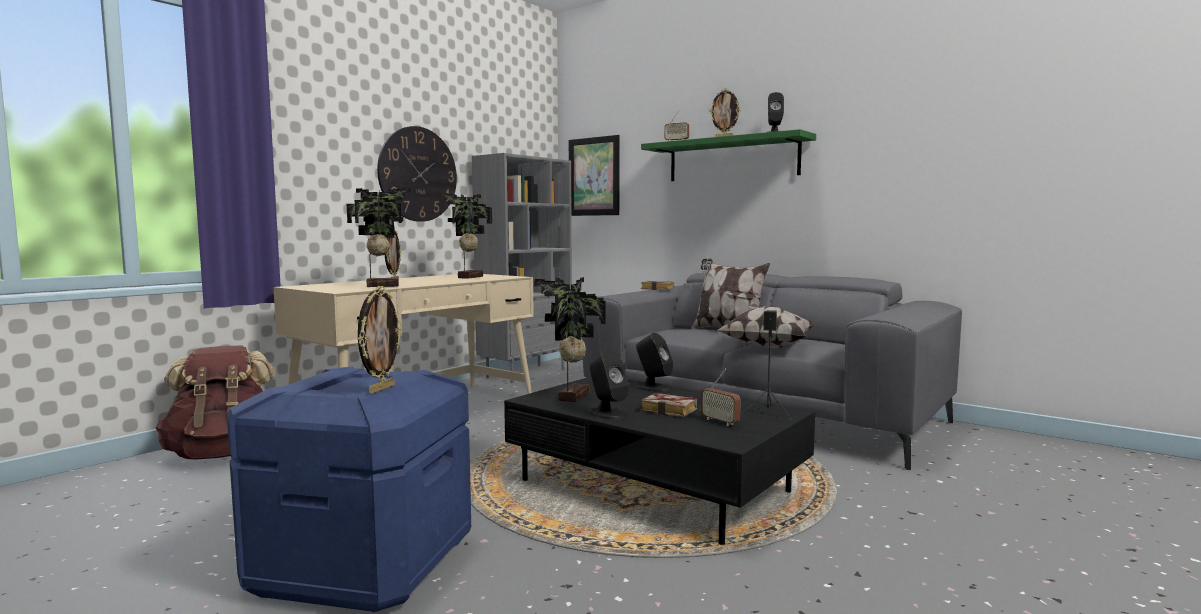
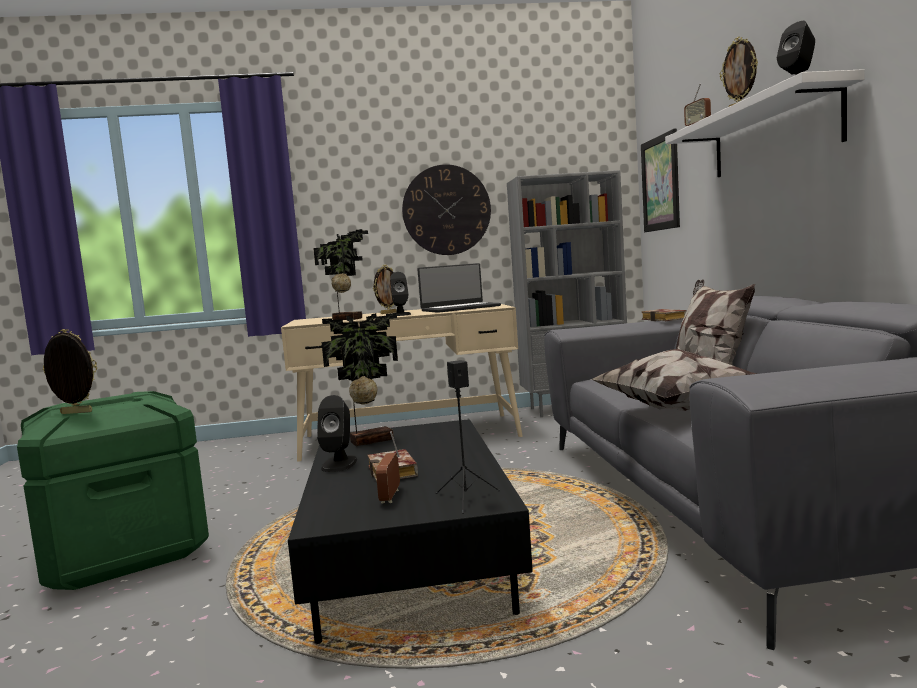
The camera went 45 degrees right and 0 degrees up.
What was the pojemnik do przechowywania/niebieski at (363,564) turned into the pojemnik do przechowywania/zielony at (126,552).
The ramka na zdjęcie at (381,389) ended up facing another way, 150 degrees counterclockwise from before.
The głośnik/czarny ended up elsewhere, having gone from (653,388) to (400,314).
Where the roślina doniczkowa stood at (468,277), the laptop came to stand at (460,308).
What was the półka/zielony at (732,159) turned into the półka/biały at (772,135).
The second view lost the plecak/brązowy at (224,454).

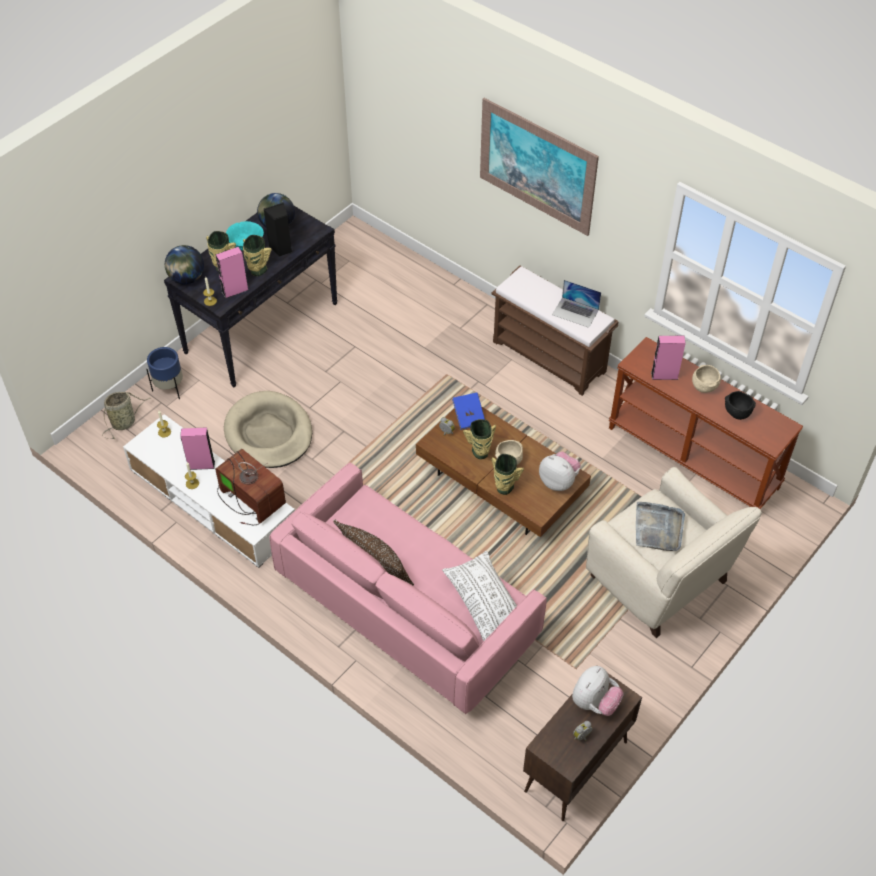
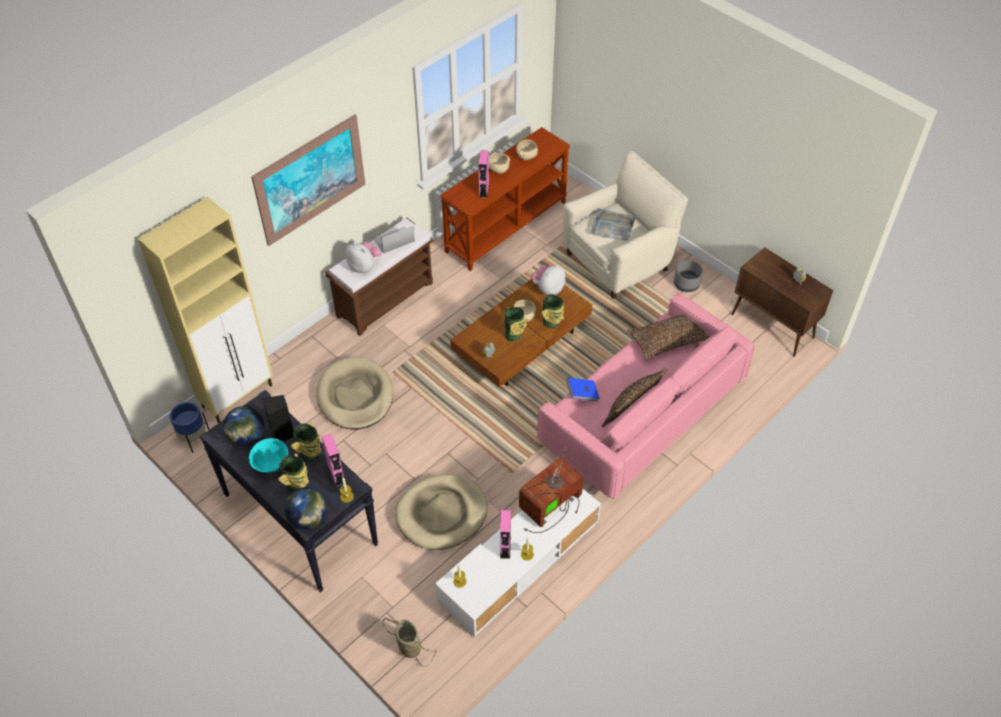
The camera went 85 degrees left and 0 degrees up.
The second view gained the szafka/beżowy at (238,395).
The donica/niebieski ended up elsewhere, having gone from (170,388) to (194,438).
The second view gained the legowisko/beżowy at (355,396).
The pluszak ended up elsewhere, having gone from (594,702) to (365,267).
The laptop at (575,312) ended up facing another way, 150 degrees counterclockwise from before.
What was the miska/czarny at (736,413) turned into the miska/beżowy at (526,157).
The książka/niebieski ended up elsewhere, having gone from (469,416) to (582,394).
What was the poduszka/biały at (484,601) turned into the poduszka/brązowy at (667,340).
The second view gained the donica/szary at (687,284).

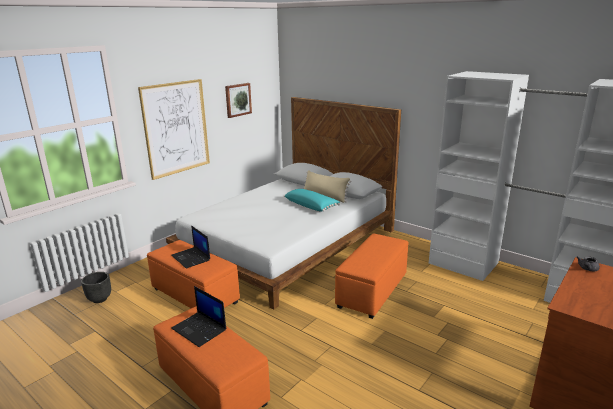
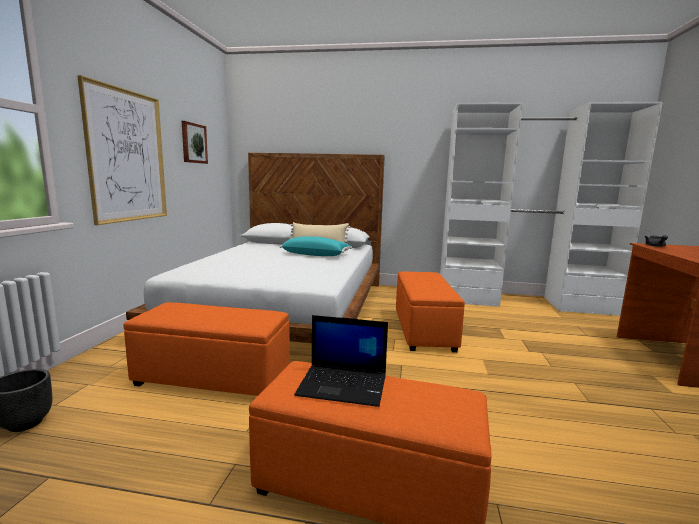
The camera went 30 degrees left and 10 degrees down.
The second view lost the laptop at (191,258).

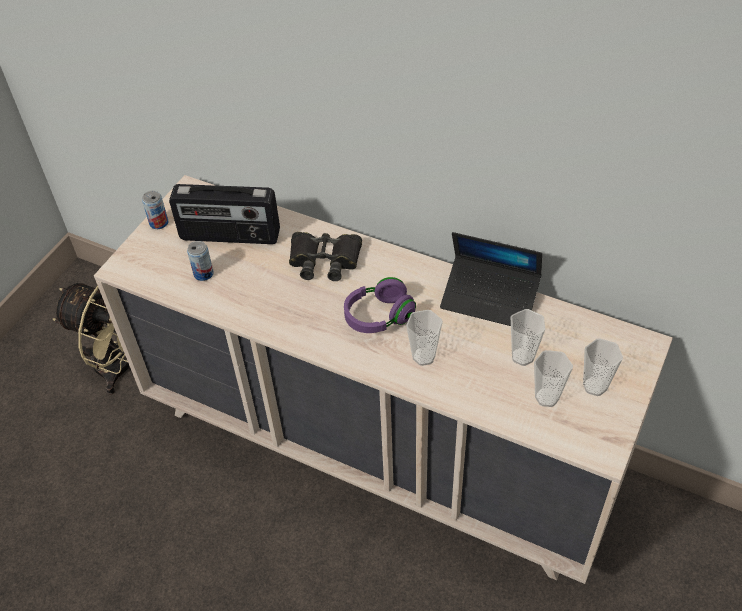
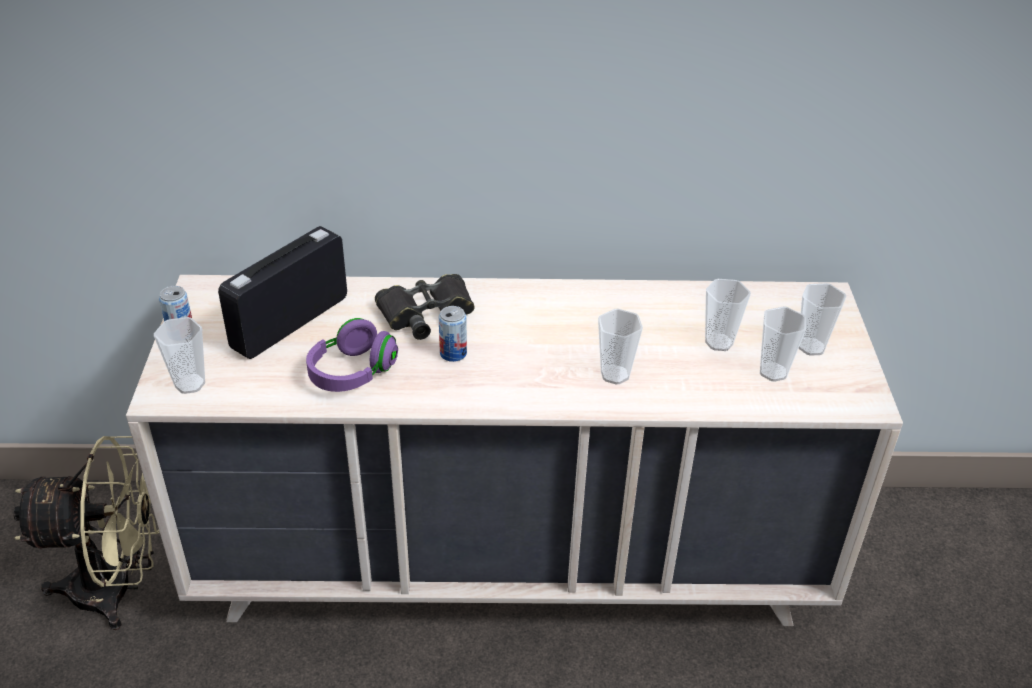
The camera went 30 degrees left and 10 degrees down.
The second view gained the filiżanka at (190,384).
The radio at (230,236) ended up facing another way, 150 degrees clockwise from before.
The słuchawki/fioletowy ended up elsewhere, having gone from (378,316) to (352,373).
The puszka ended up elsewhere, having gone from (203,273) to (453,353).
The second view lost the laptop at (490,298).

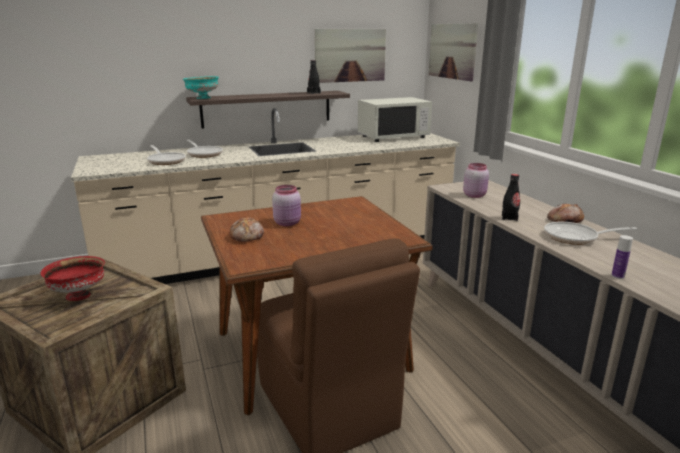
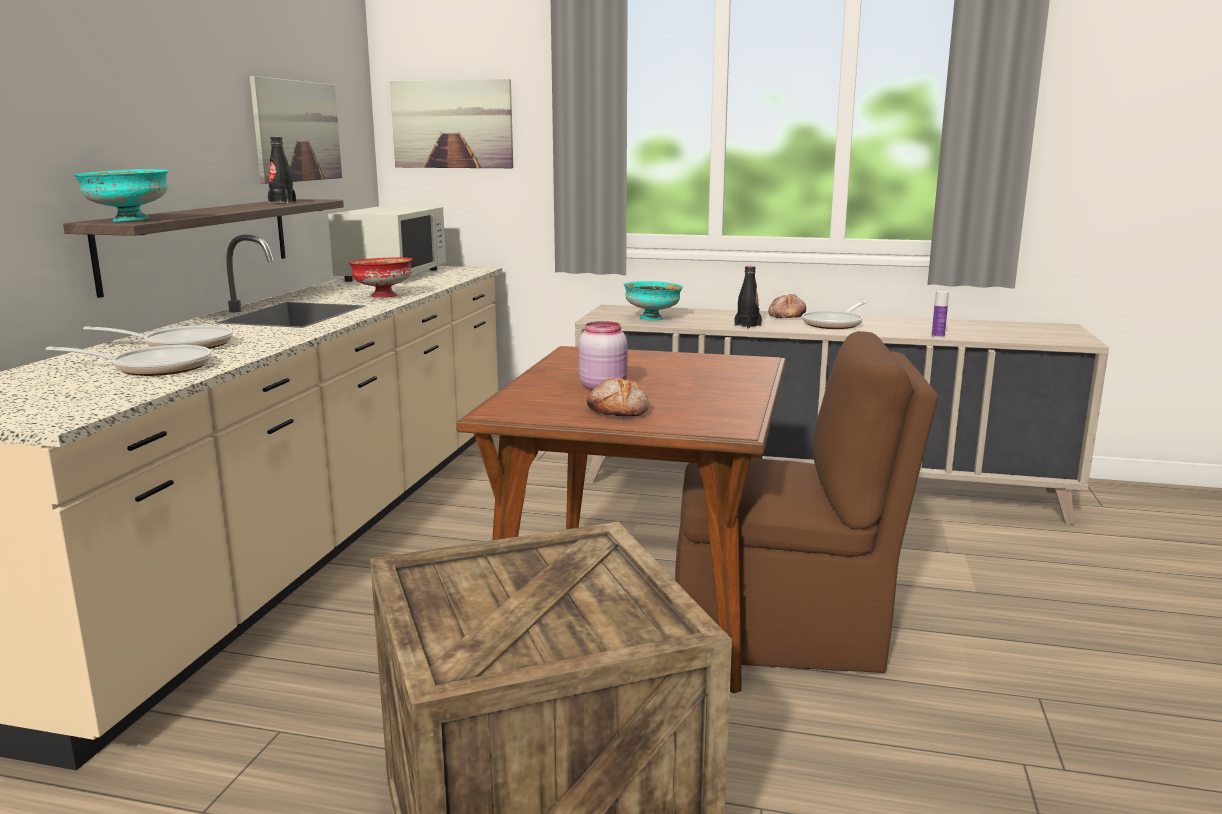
The camera went 55 degrees left and 5 degrees down.
The miska/czerwony ended up elsewhere, having gone from (78,295) to (382,296).
Where the słoik/różowy stood at (474,195), the miska/turkusowy came to stand at (652,318).

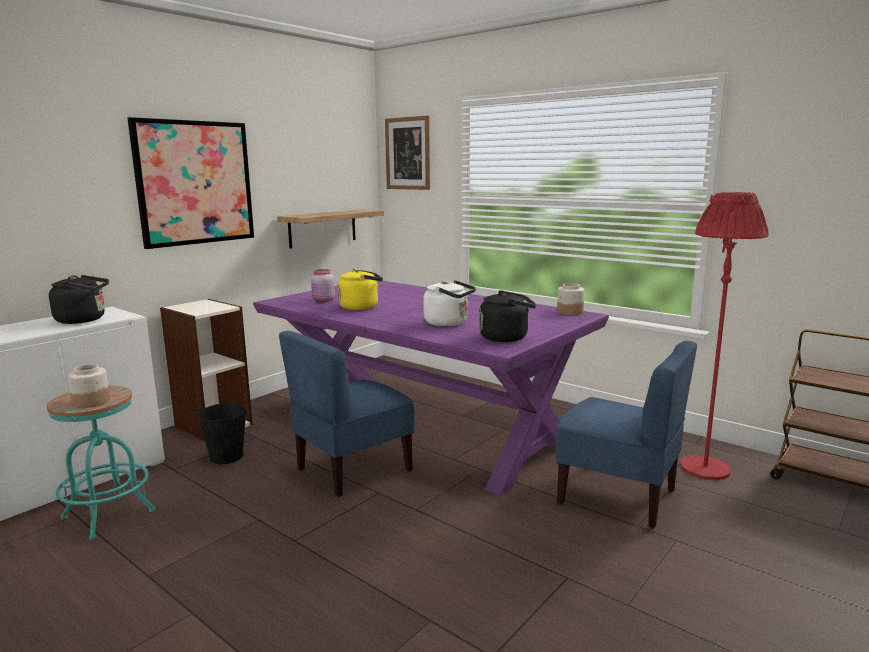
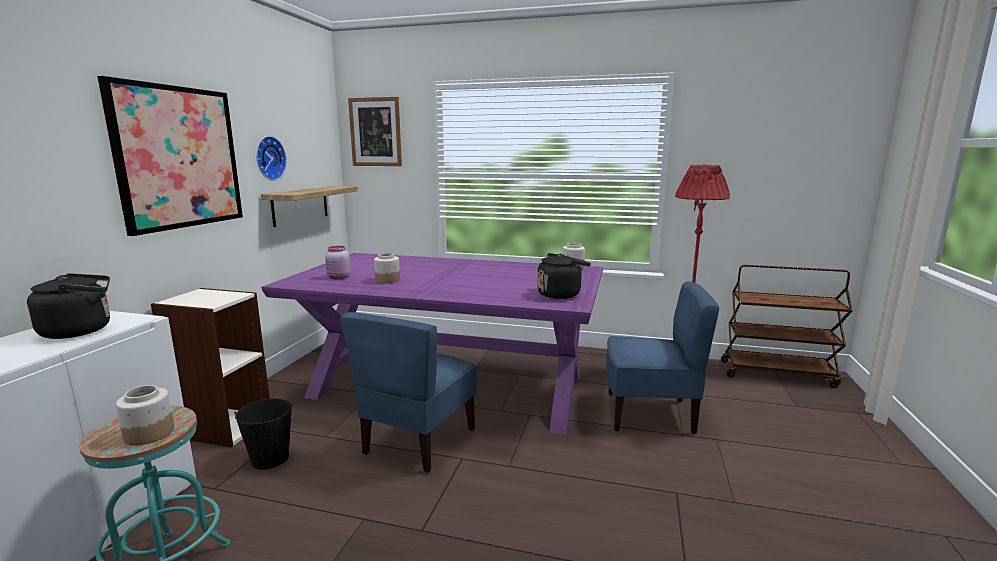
The camera went 25 degrees left and 0 degrees up.
The second view gained the zegar ścienny at (268,158).
Where the czajnik/żółty stood at (361,307), the słoik came to stand at (388,280).
The second view lost the czajnik/biały at (449,323).

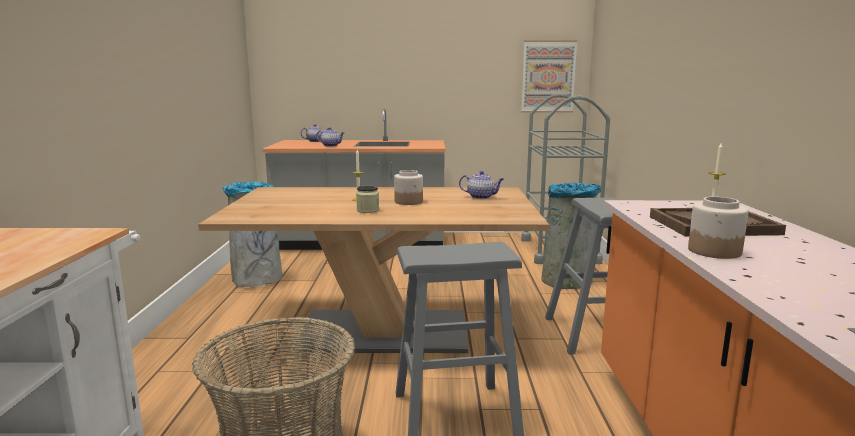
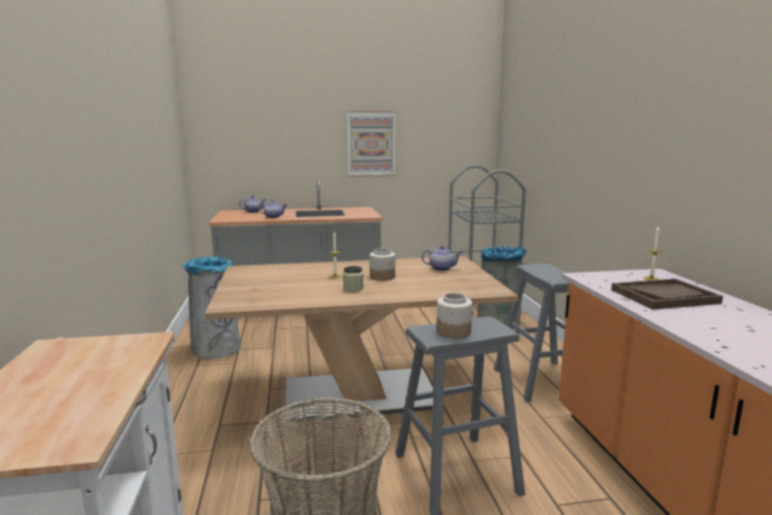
The camera went 10 degrees left and 0 degrees up.
The obraz ended up elsewhere, having gone from (548,76) to (371,144).
The słoik ended up elsewhere, having gone from (715,251) to (454,332).

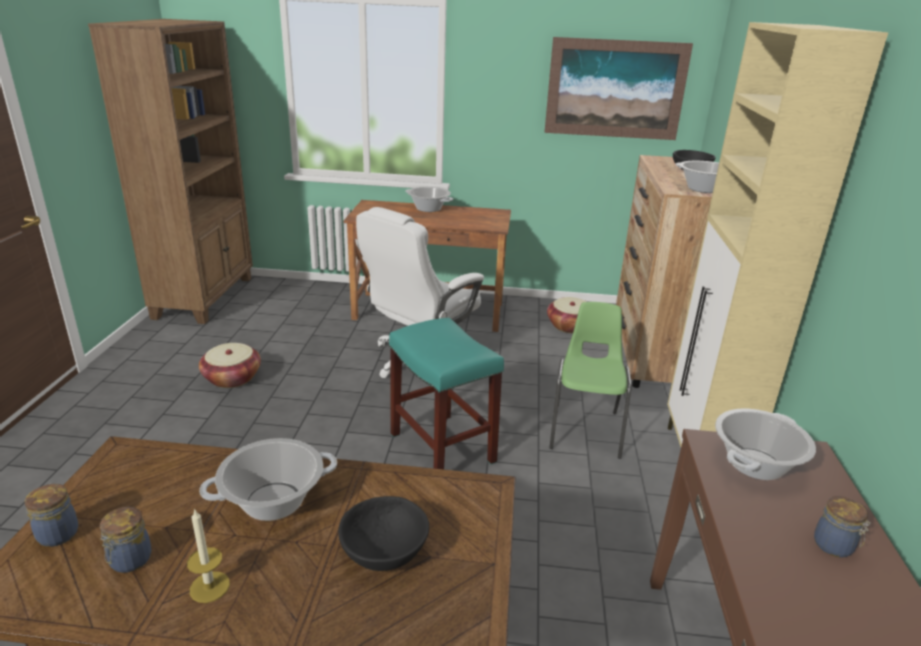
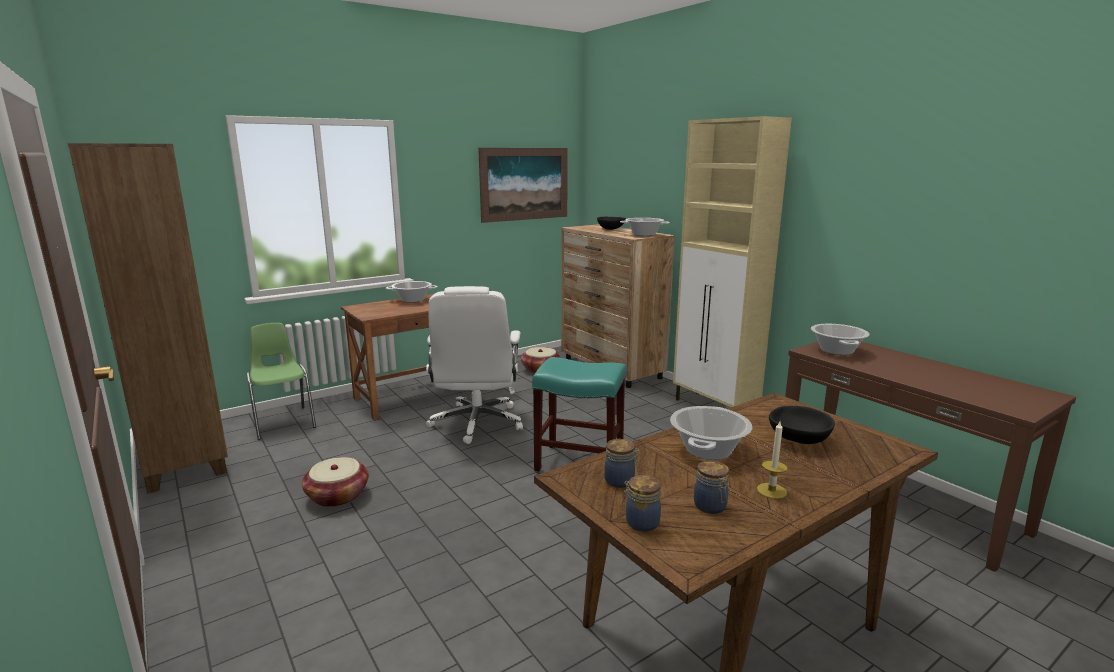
The camera went 40 degrees left and 10 degrees down.
The krzesło/zielony ended up elsewhere, having gone from (585,430) to (283,422).
The słoik ended up elsewhere, having gone from (834,546) to (620,481).

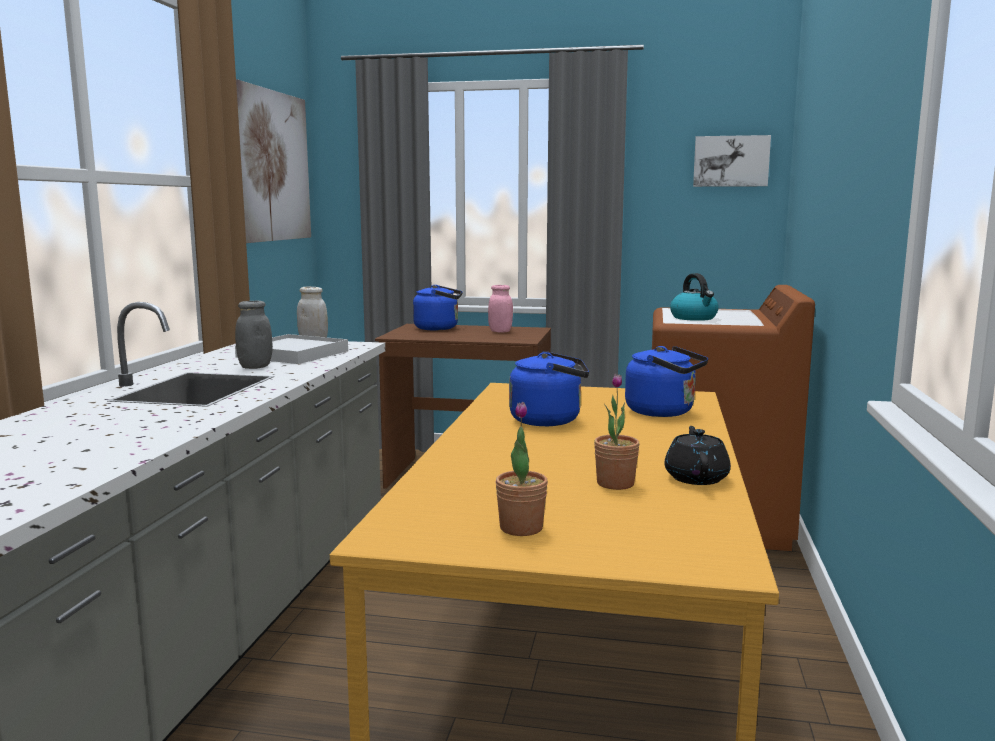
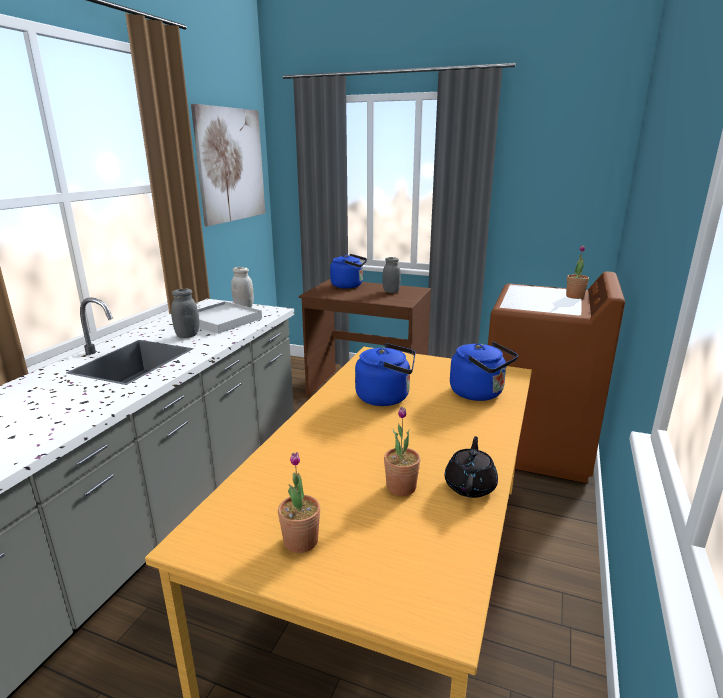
The camera went 10 degrees right and 10 degrees up.
What was the słoik/różowy at (500,331) turned into the słoik/szary at (391,291).
The second view gained the roślina doniczkowa at (575,296).
The second view lost the czajnik at (694,318).
The second view lost the obraz at (731,161).

